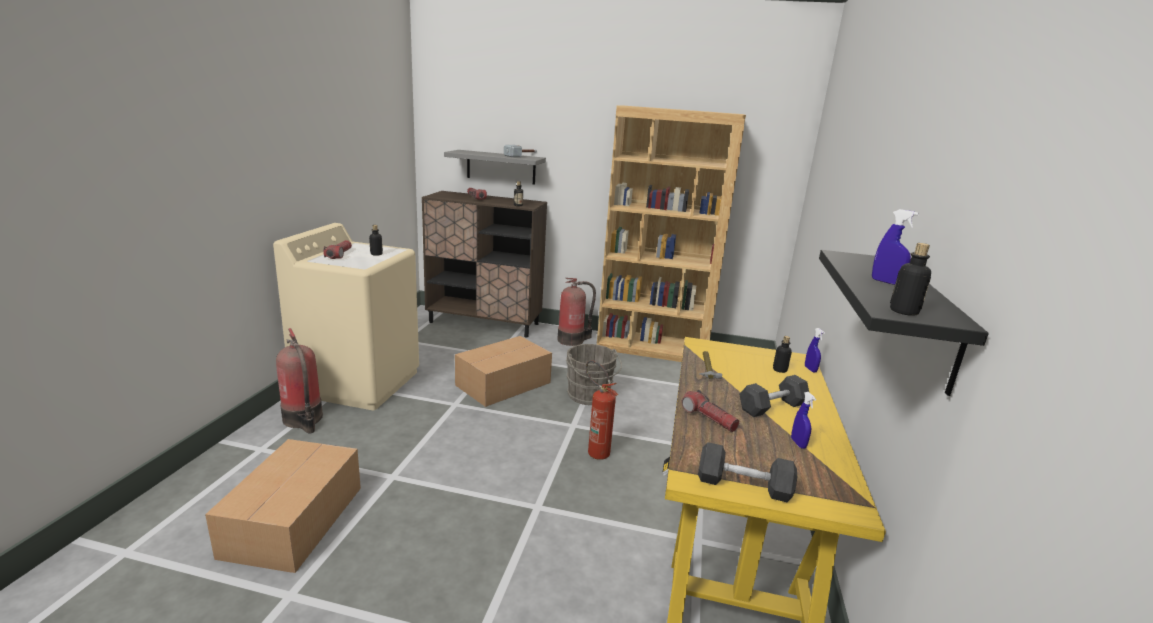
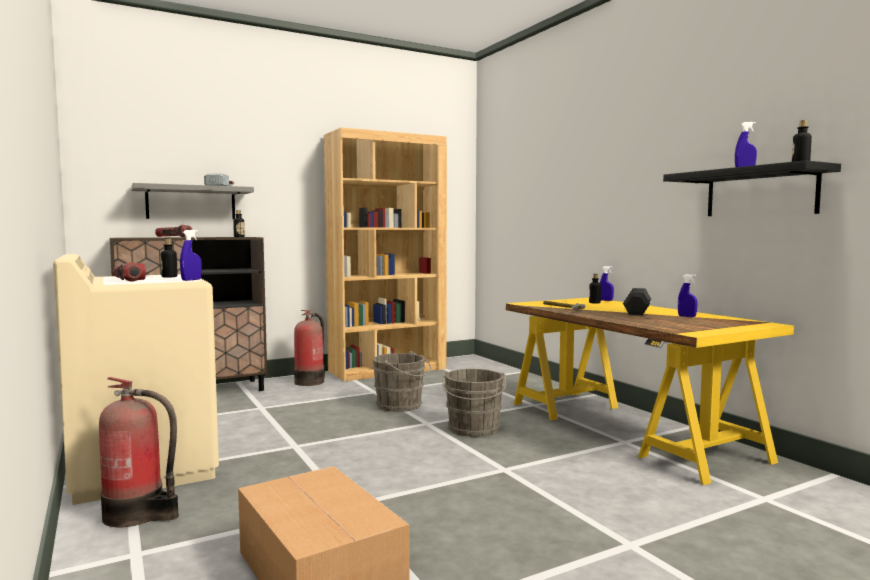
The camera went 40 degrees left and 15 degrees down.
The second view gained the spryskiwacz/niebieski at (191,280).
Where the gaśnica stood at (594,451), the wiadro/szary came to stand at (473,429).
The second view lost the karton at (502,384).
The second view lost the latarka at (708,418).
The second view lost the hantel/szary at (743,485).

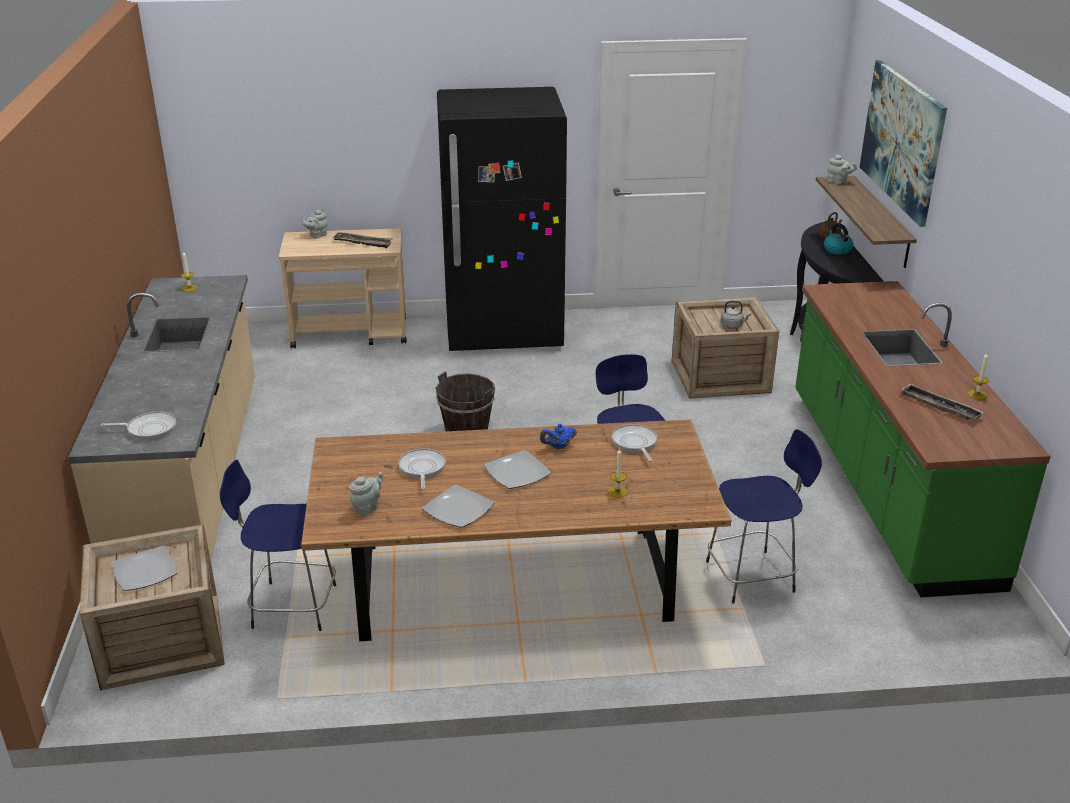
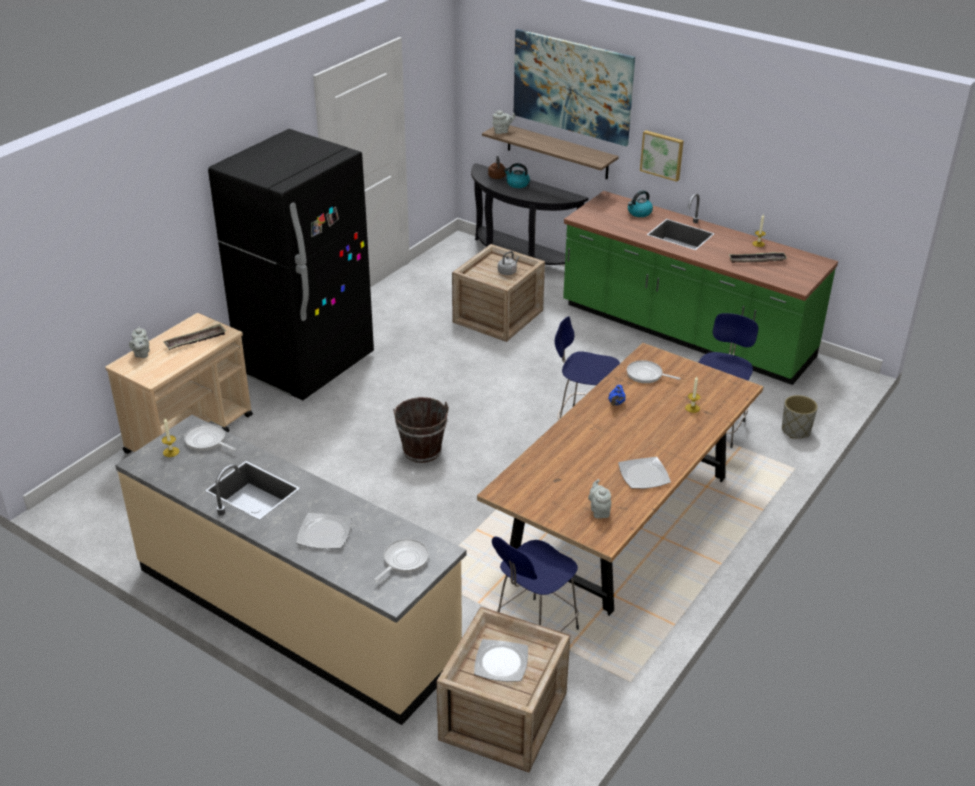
The camera went 50 degrees left and 5 degrees up.
The patelnia ended up elsewhere, having gone from (422,469) to (207,441).
The talerz ended up elsewhere, having gone from (517,473) to (325,533).
The second view gained the czajnik at (639,213).
The second view gained the obraz at (662,155).
The second view gained the donica/szary at (796,431).

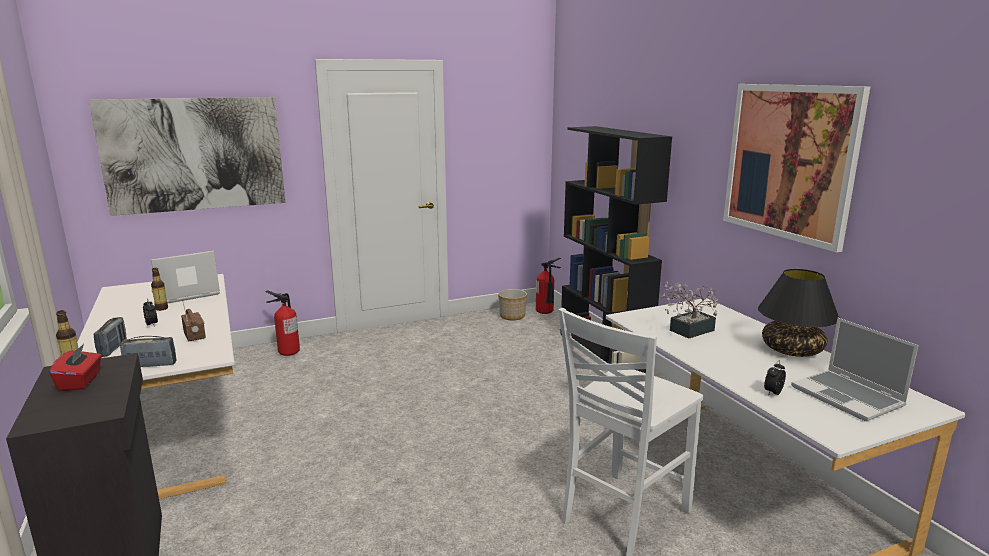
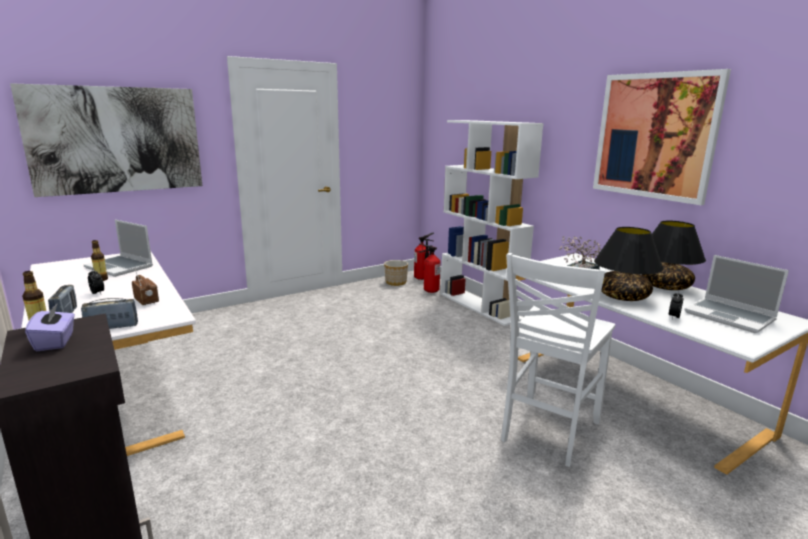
The camera went 10 degrees left and 0 degrees up.
What was the pudełko chusteczek/czerwony at (80,382) turned into the pudełko chusteczek/fioletowy at (55,342).
The laptop at (185,294) ended up facing another way, 105 degrees counterclockwise from before.
The gaśnica ended up elsewhere, having gone from (289,352) to (430,290).
What was the regał/czarny at (604,352) turned into the regał/biały at (481,306).
The second view gained the lampa stołowa/czarny at (623,297).

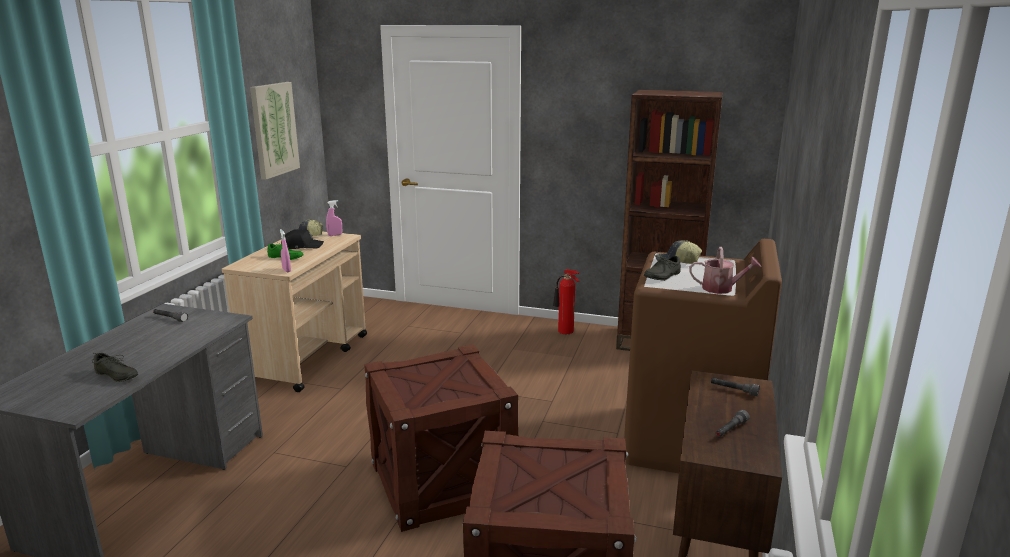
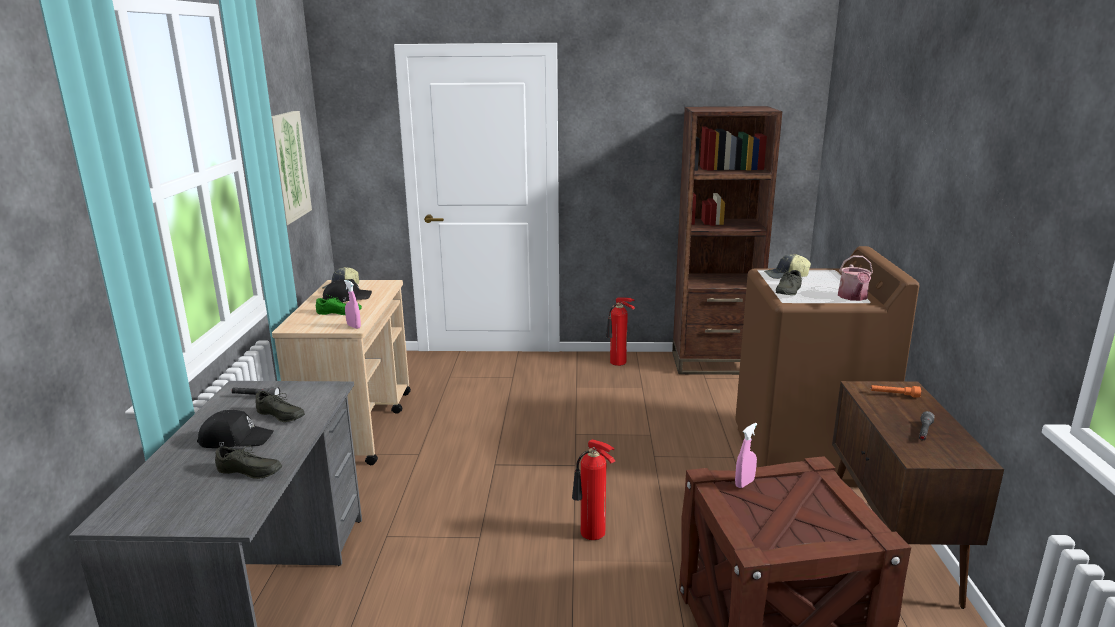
The camera went 15 degrees left and 0 degrees up.
The second view gained the czapka z daszkiem/czarny at (235,439).
The second view gained the but/szary at (279,416).
Where the skrzynka stood at (441,481), the gaśnica came to stand at (592,534).
The spryskiwacz/różowy ended up elsewhere, having gone from (335,235) to (744,483).
The konewka at (721,288) ended up facing another way, 105 degrees clockwise from before.
What was the latarka/szary at (733,390) turned into the latarka/pomarańczowy at (894,395).

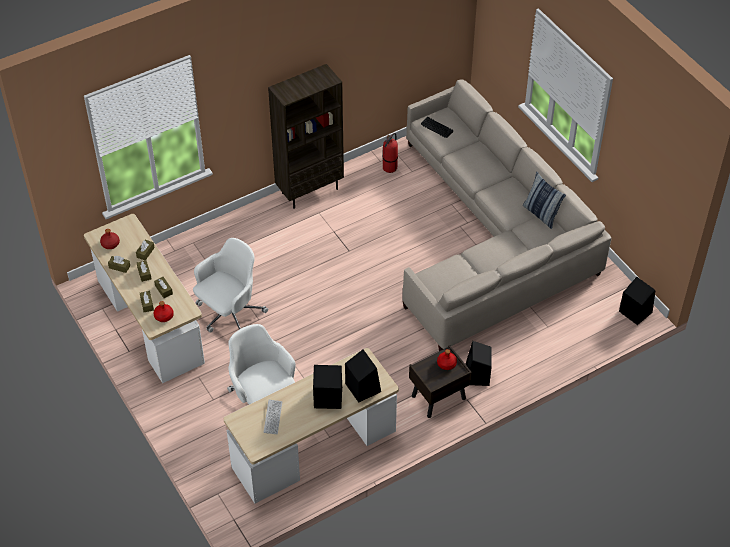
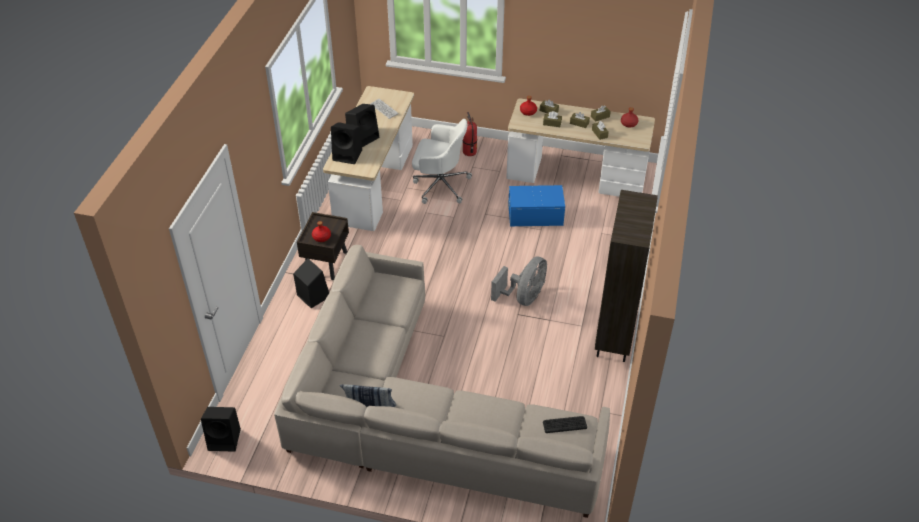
The camera went 135 degrees right and 5 degrees down.
The gaśnica ended up elsewhere, having gone from (390,168) to (469,152).
The second view gained the wentylator/szary at (523,297).
Where the krzesło biurowe/biały stood at (229,314), the pojemnik do przechowywania/niebieski came to stand at (535,214).

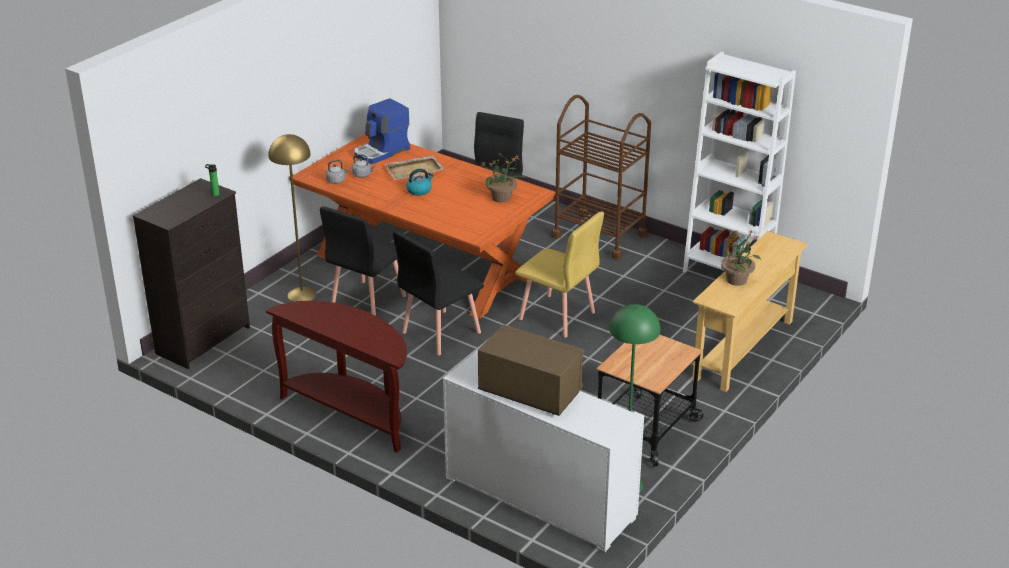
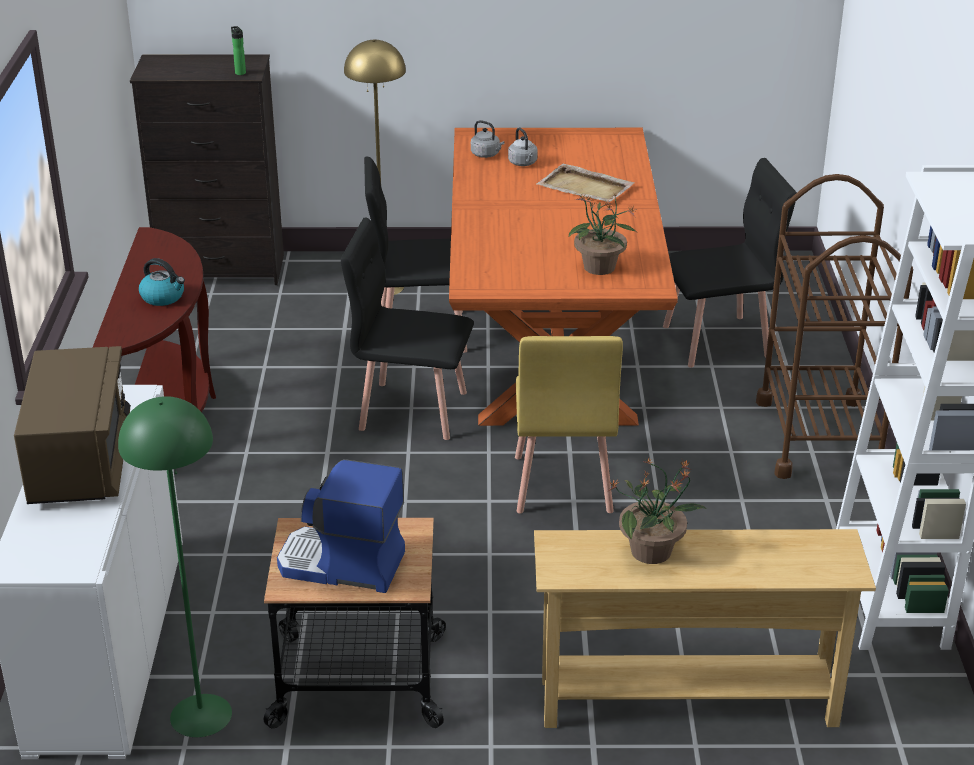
The camera went 55 degrees right and 0 degrees up.
The czajnik ended up elsewhere, having gone from (419,190) to (163,297).
The ekspres do kawy ended up elsewhere, having gone from (382,152) to (341,565).

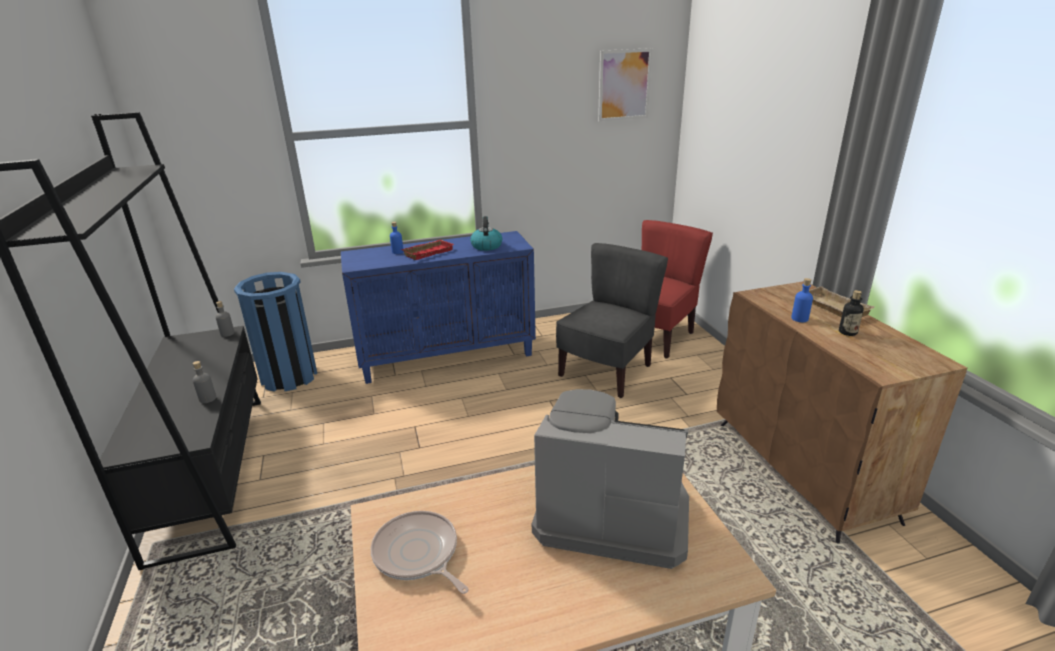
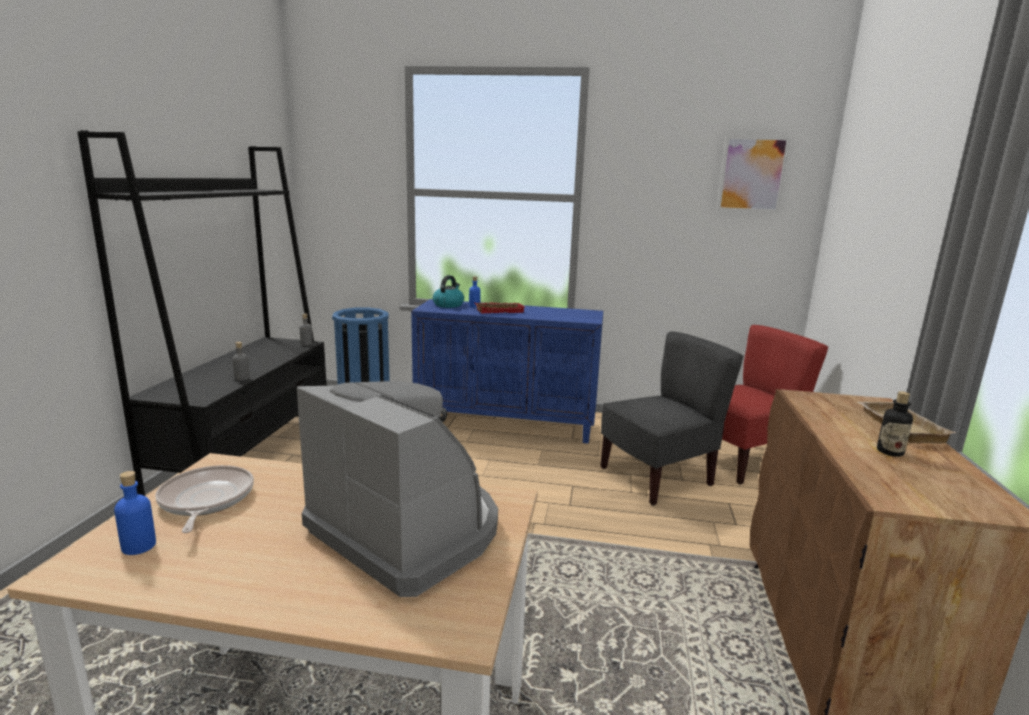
The camera went 25 degrees right and 10 degrees down.
The butelka/niebieski ended up elsewhere, having gone from (799,319) to (139,546).
The czajnik ended up elsewhere, having gone from (486,246) to (448,305).

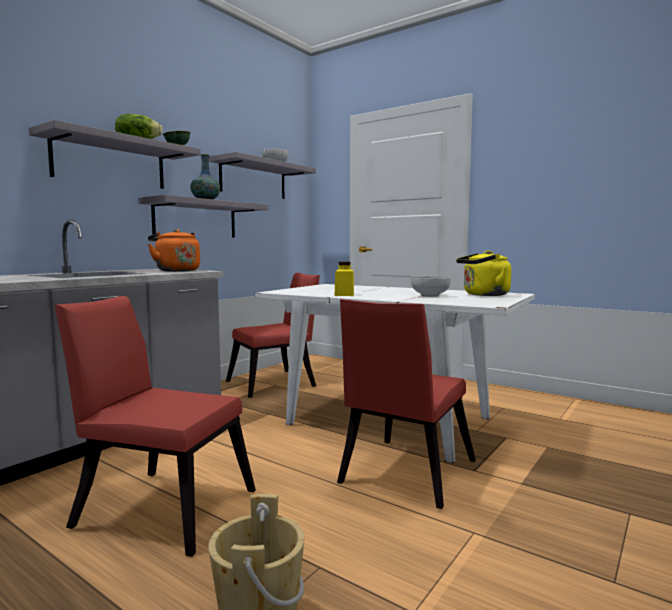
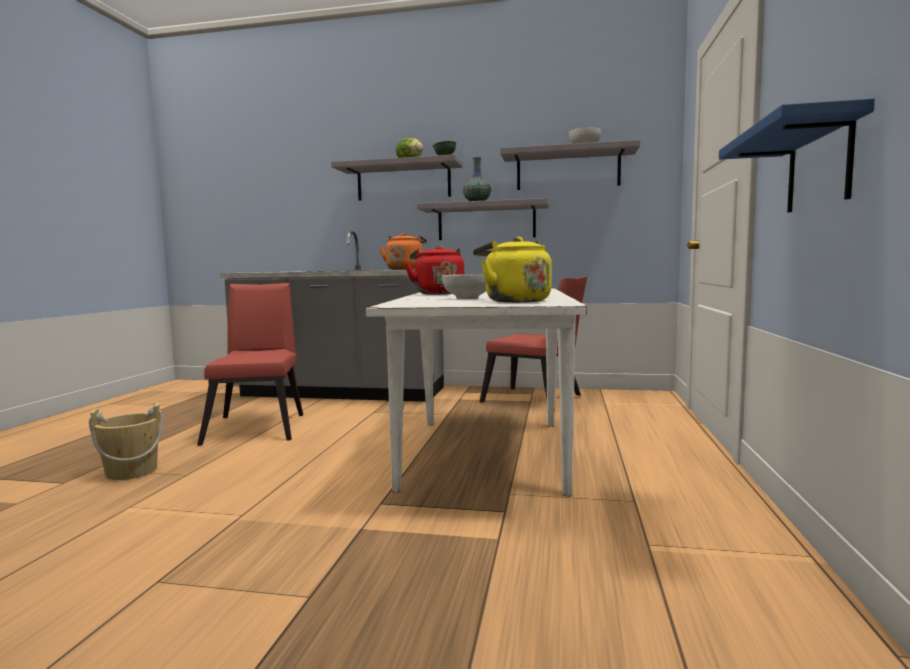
The camera went 65 degrees right and 0 degrees up.
Where the słoik/żółty stood at (344,294), the czajnik/czerwony came to stand at (438,294).
The second view gained the półka/niebieski at (819,166).
The second view lost the krzesło/czerwony at (403,474).

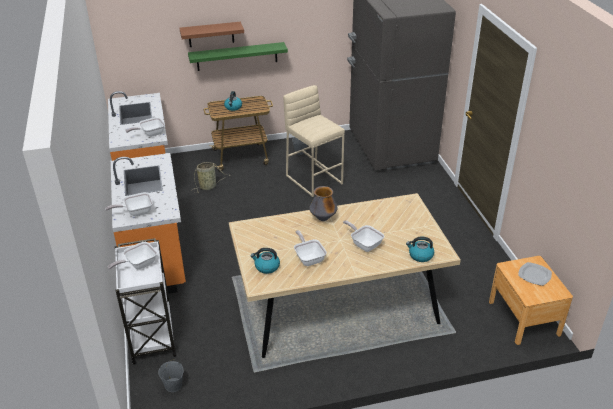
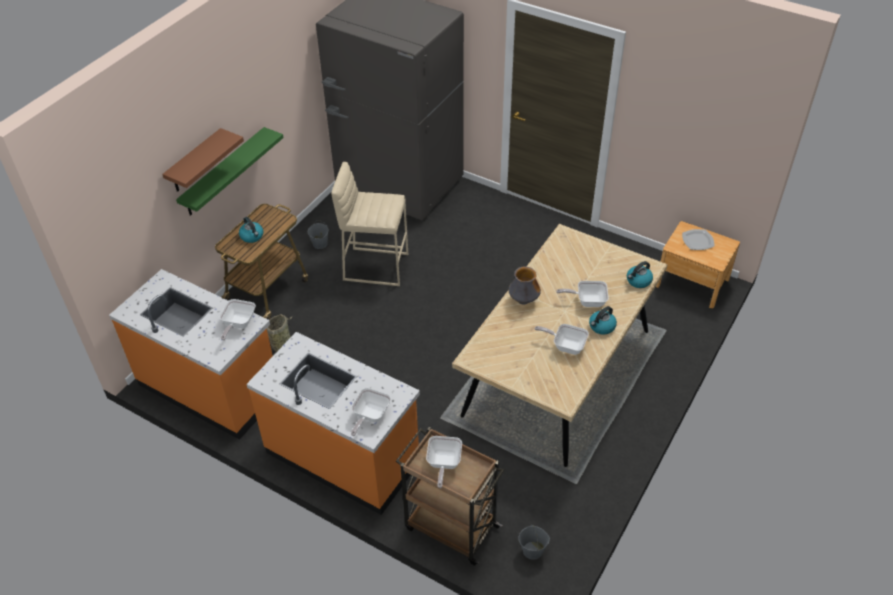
The camera went 45 degrees left and 10 degrees up.
What was the wózek/biały at (152,334) turned into the wózek/brązowy at (450,526).
The czajnik ended up elsewhere, having gone from (266,267) to (601,327).

